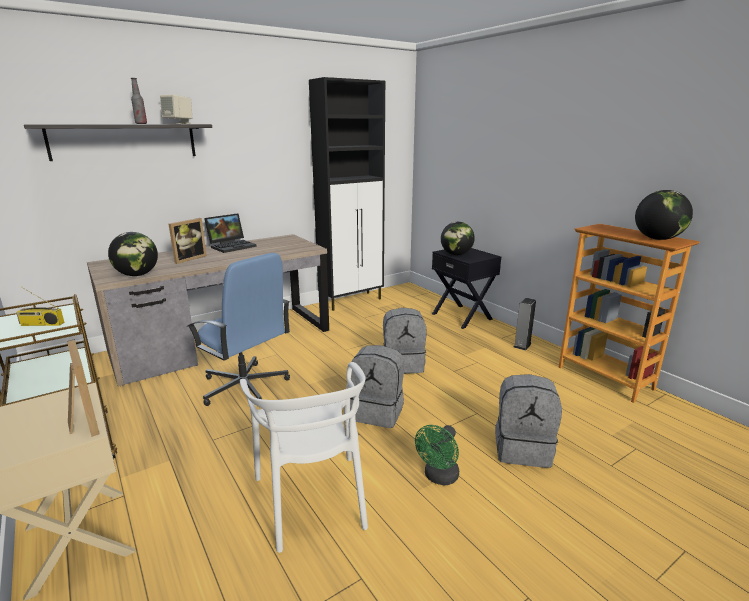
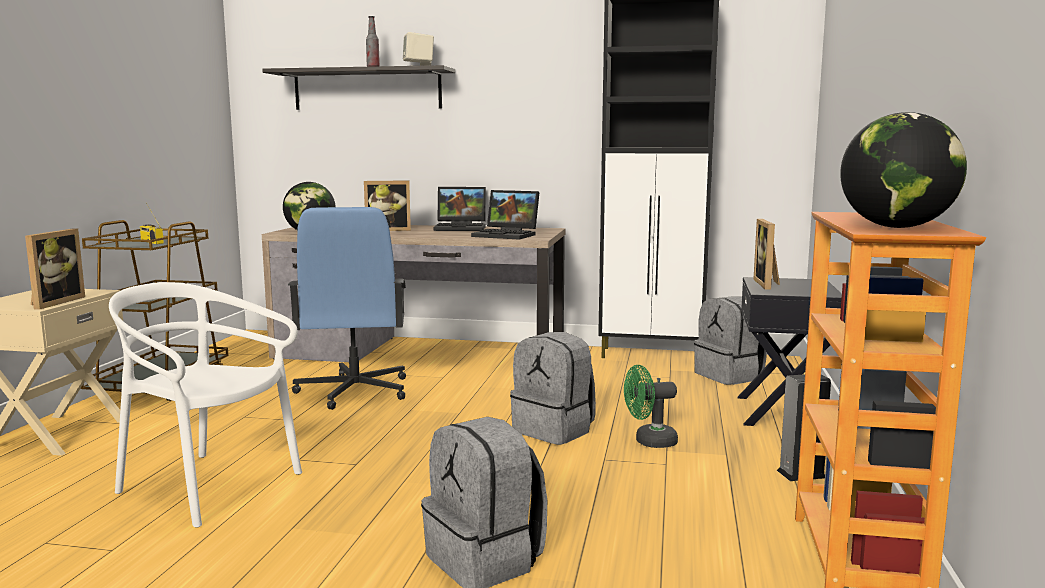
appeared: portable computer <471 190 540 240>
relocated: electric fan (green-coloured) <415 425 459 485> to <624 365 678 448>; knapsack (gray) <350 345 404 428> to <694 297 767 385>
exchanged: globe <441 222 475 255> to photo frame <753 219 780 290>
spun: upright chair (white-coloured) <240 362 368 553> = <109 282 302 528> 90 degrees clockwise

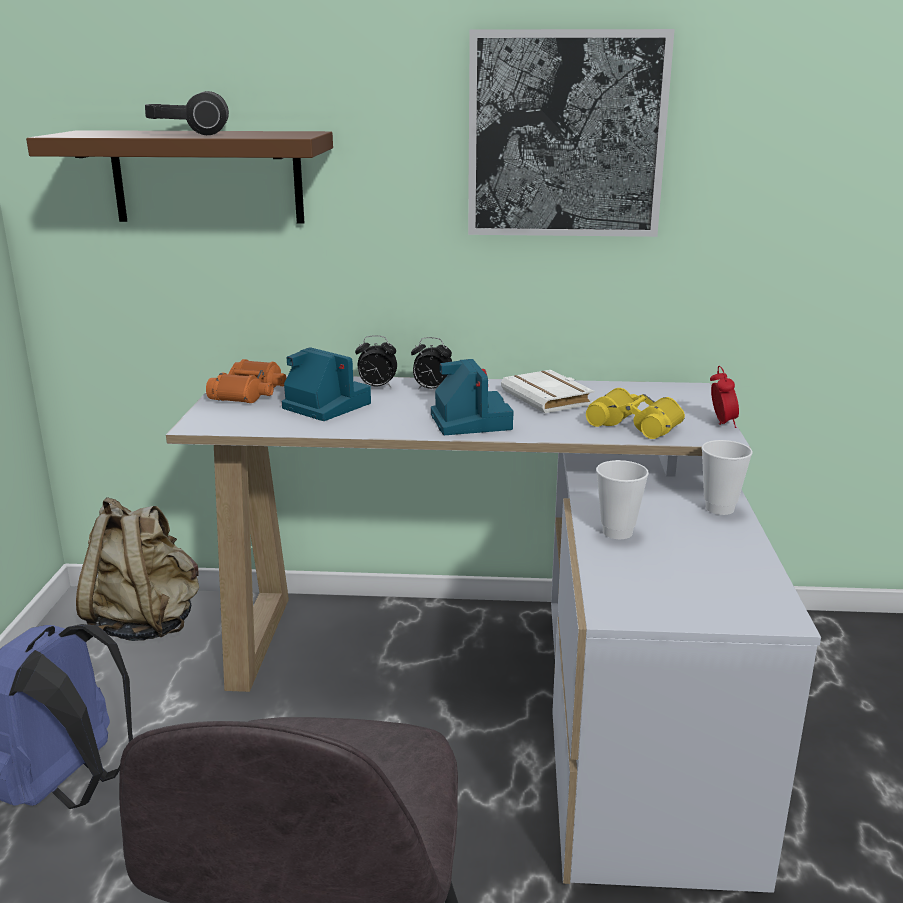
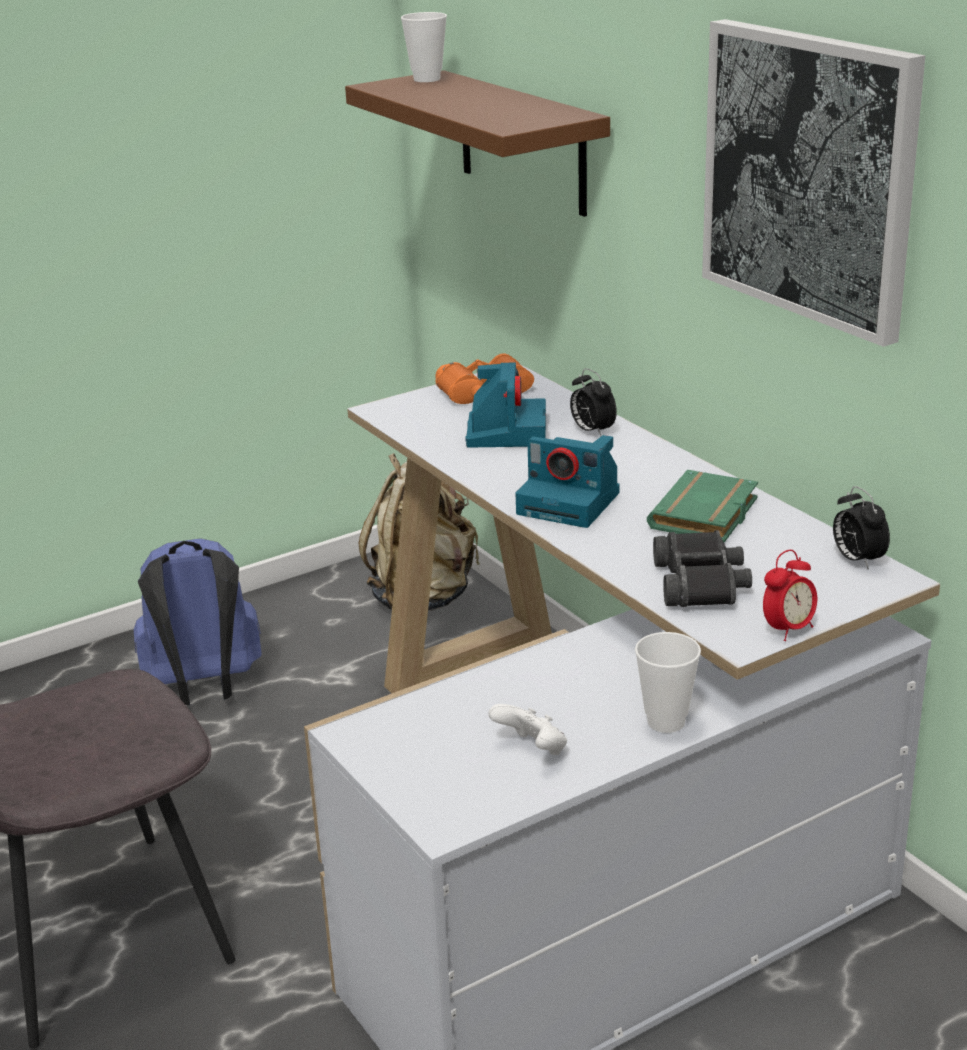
missing: pair of headphones <145 91 229 135>
appeared: game controller (white-coloured) <488 704 567 755>
relocated: small cup <596 460 649 539> to <401 12 447 82>; table clock <411 337 452 390> to <833 486 890 570>
colour: volume (white-coloured) <501 370 595 413> to volume (green-coloured) <647 470 758 543>; binoculars (yellow-coloured) <586 388 685 439> to binoculars (blackish) <653 530 752 607>
spun: still camera <431 359 514 435> = <515 435 620 528> 75 degrees clockwise

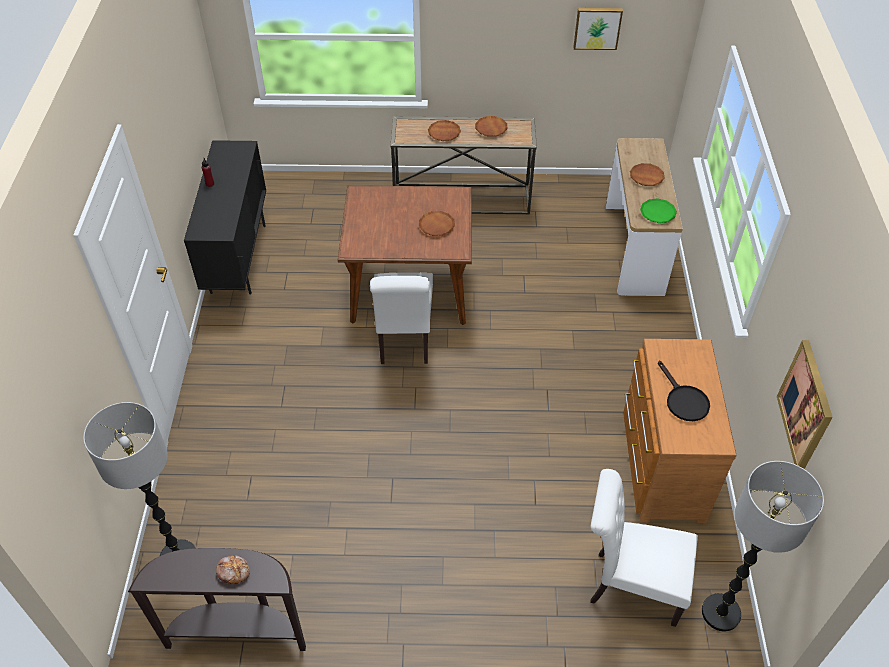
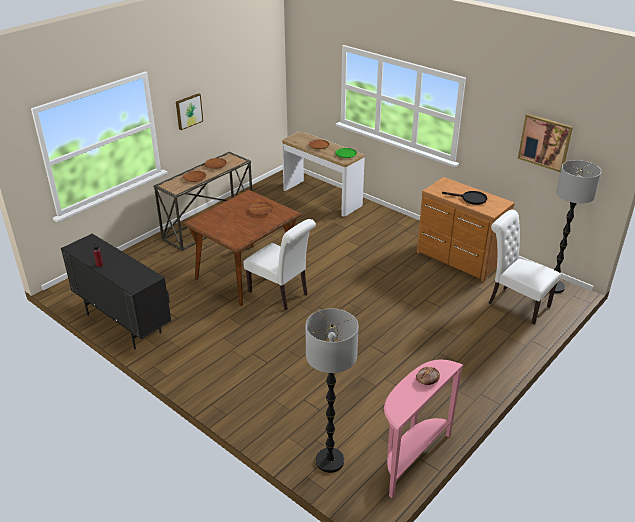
relocated: wall art <573 8 623 50> to <176 93 203 130>
colour: console table (brown) <128 548 306 651> to console table (pink-coloured) <384 360 464 498>
spun: upright chair (white-coloured) <590 469 698 627> = <489 210 560 325> 75 degrees clockwise

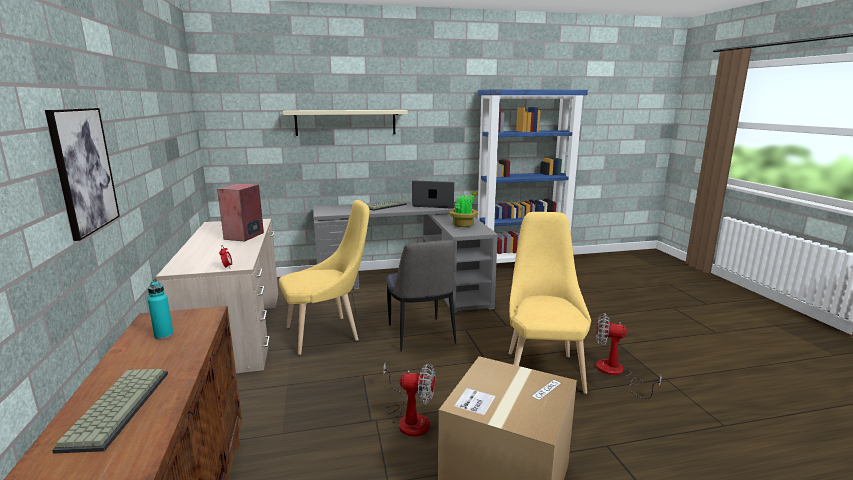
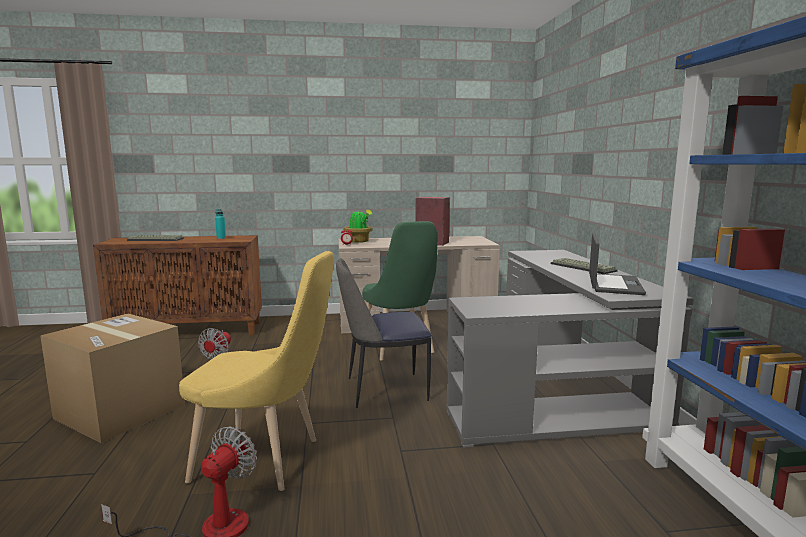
missing: wall art <45 108 120 241>; shelf (beige-coloured) <283 110 408 136>
relocated: potted plant <449 191 478 227> to <344 209 373 243>
colour: upright chair (yellow-coloured) <279 200 369 355> to upright chair (green-coloured) <362 221 437 361>

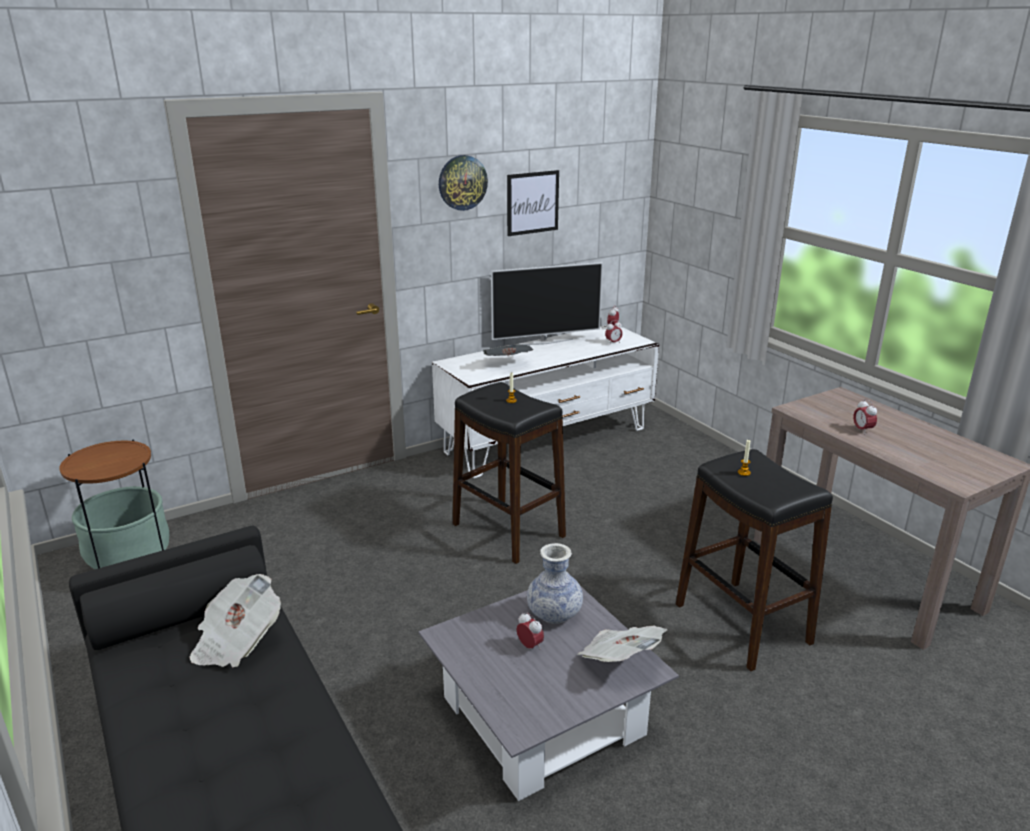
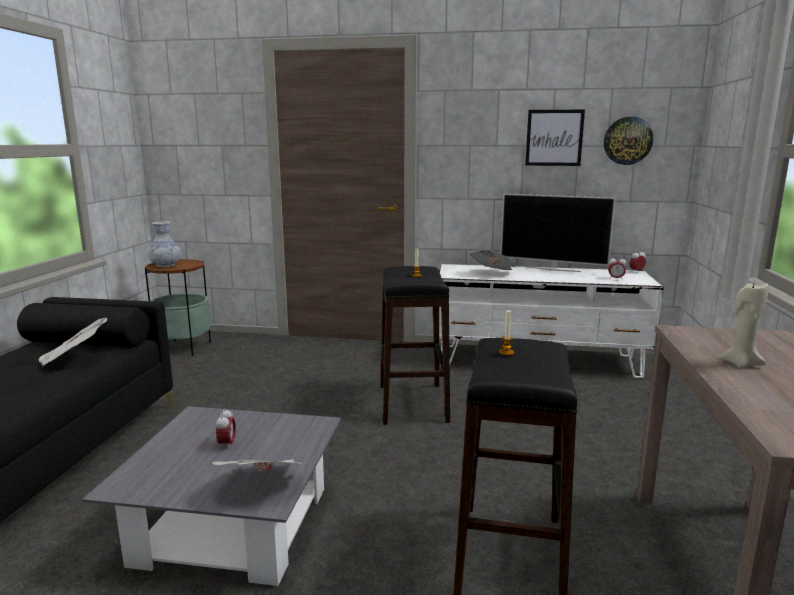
relocated: flower vase <527 543 583 624> to <147 222 182 267>; hanging clock <439 155 488 211> to <604 117 653 165>
exchanged: table clock <853 399 877 433> to candle (beige-coloured) <718 283 769 368>

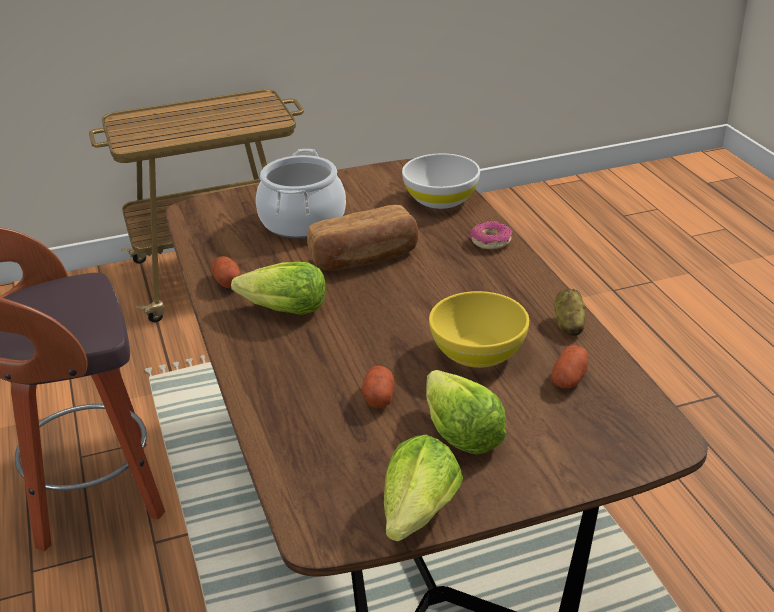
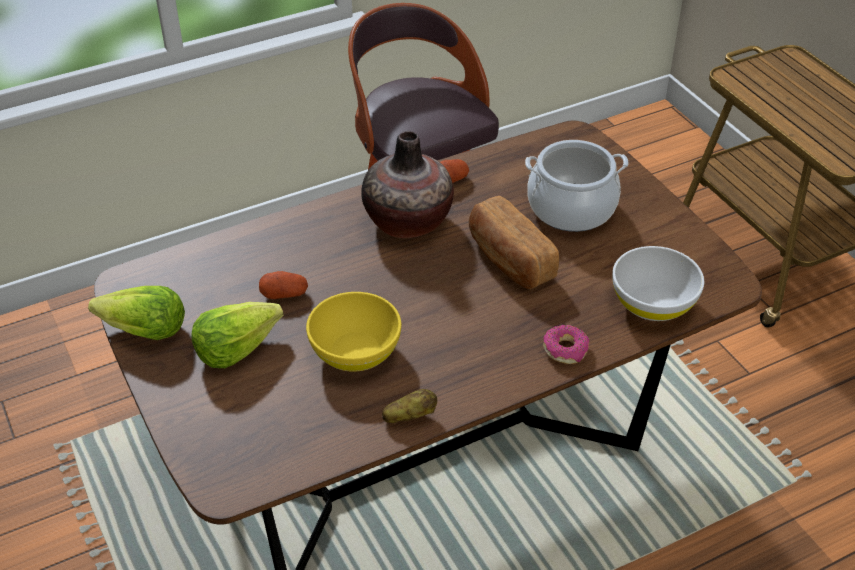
missing: potato <552 345 588 388>
exchanged: lettuce head <231 262 326 315> to flower vase <361 131 454 238>

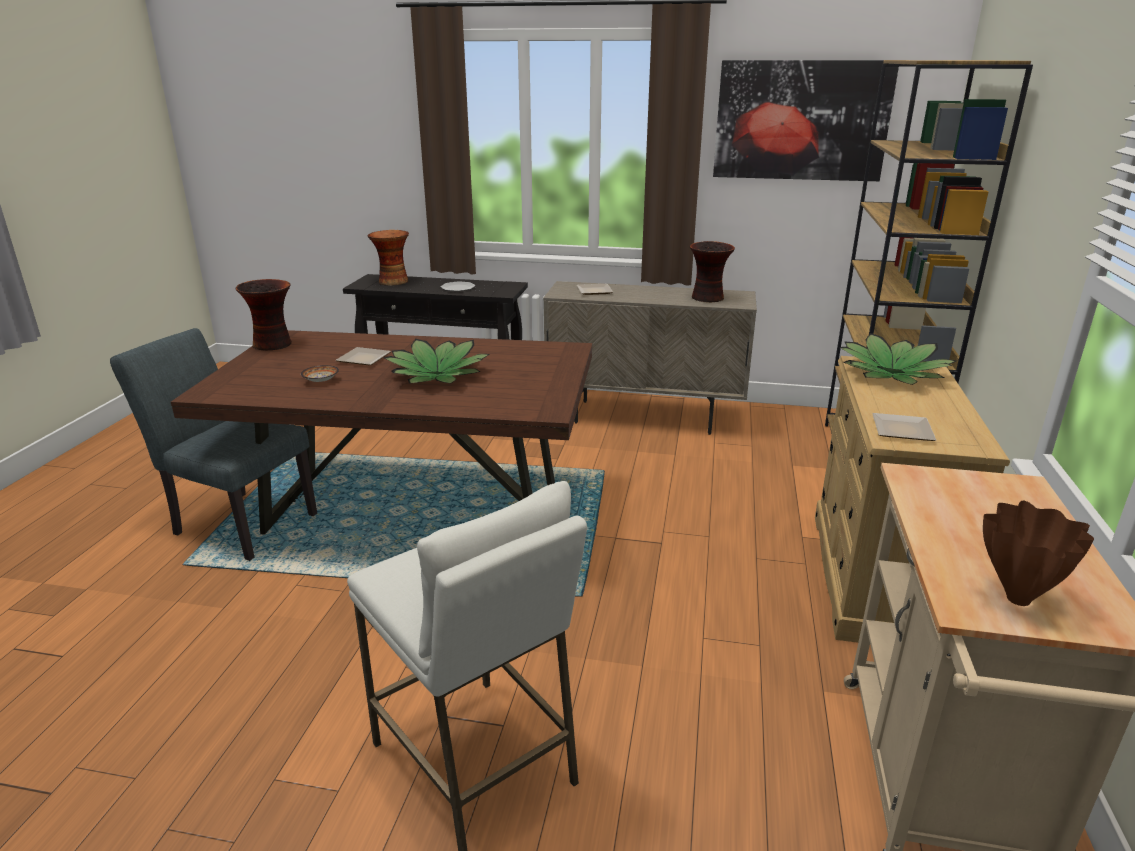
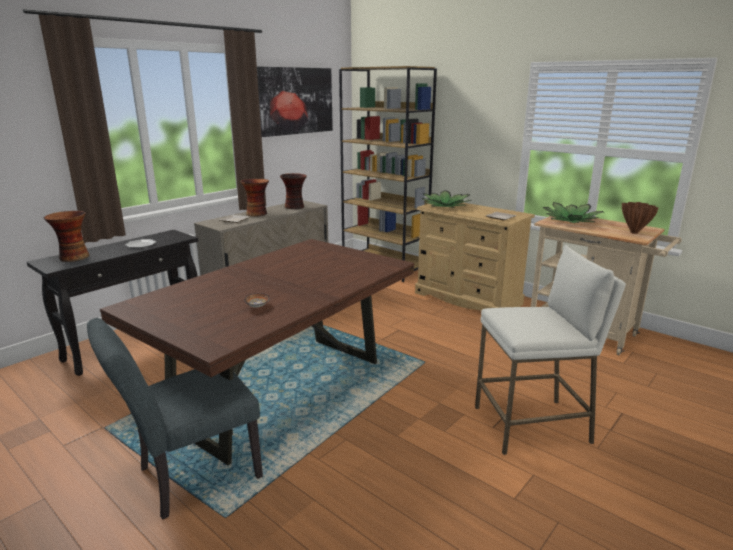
missing: plate <335 347 391 365>
relocated: flower vase <235 279 292 351> to <240 179 269 217>; potted plant <384 339 490 383> to <543 202 604 223>

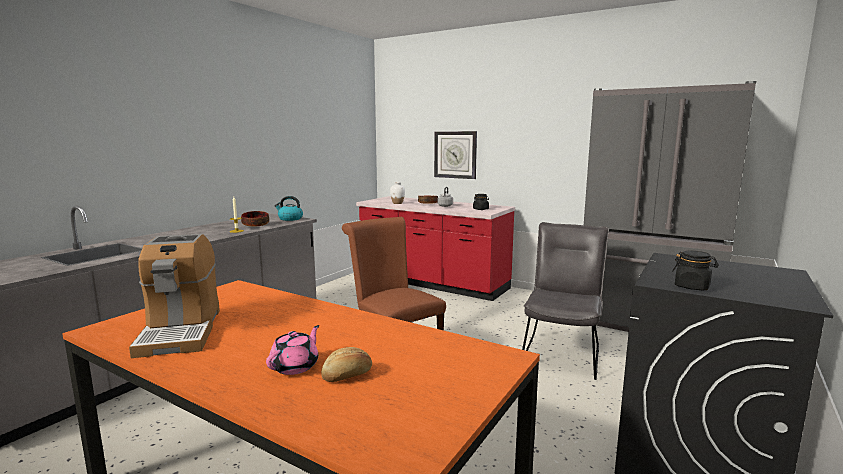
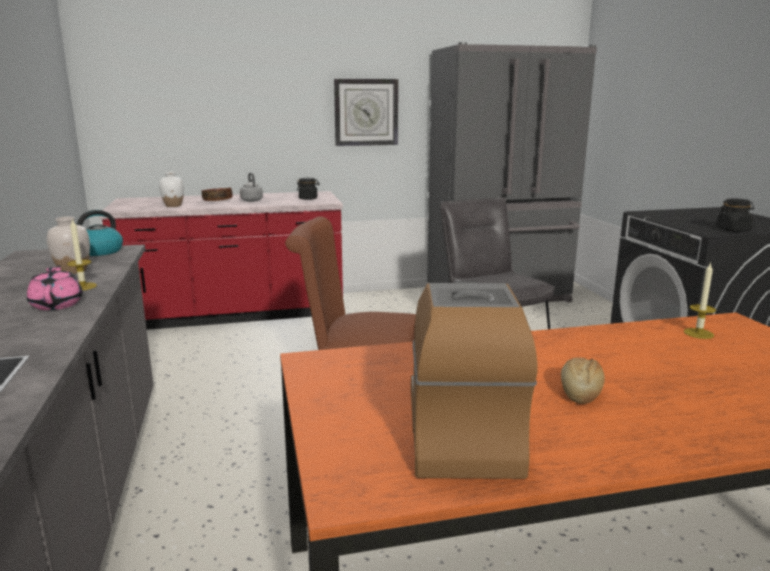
appeared: candle <684 262 716 339>
relocated: tea pot (pink-coloured) <266 325 319 375> to <27 265 83 310>; hanging clock <434 131 477 179> to <334 79 398 146>; bakery bread <321 347 372 382> to <561 358 605 404>
exchanged: bowl <241 211 269 227> to flower vase (white-coloured) <47 217 90 274>
spun: coffee machine <129 234 220 358> = <411 281 538 479> 120 degrees counterclockwise

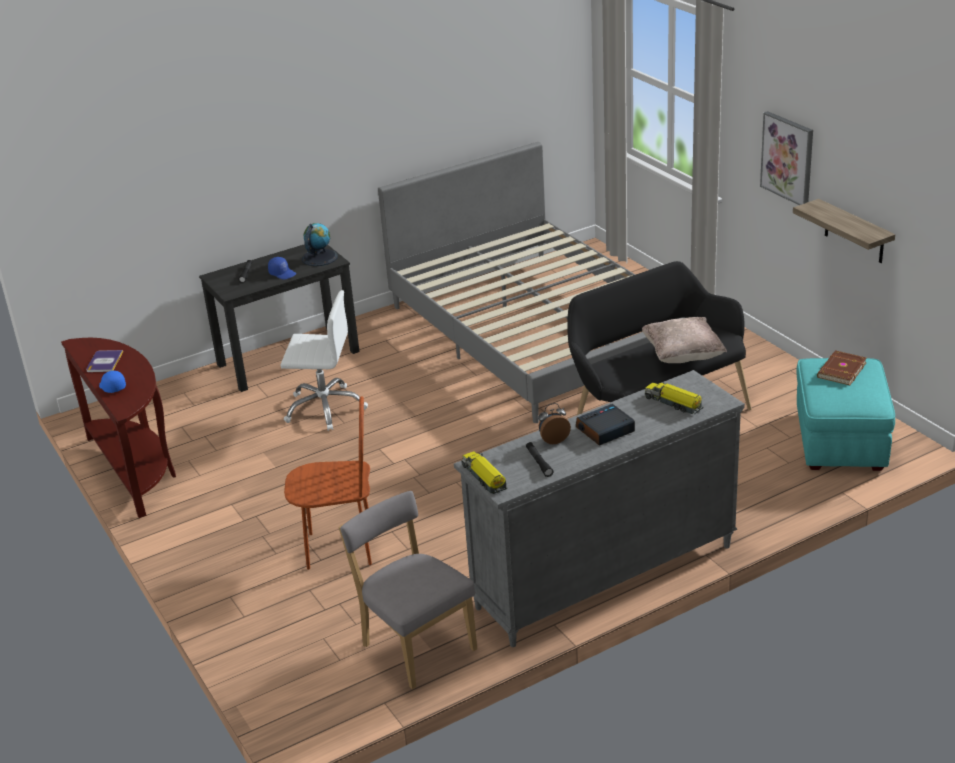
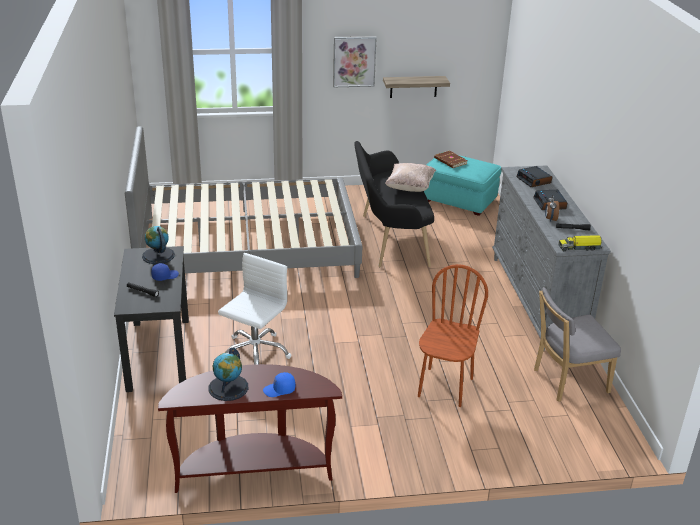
exchanged: volume <86 350 123 372> to globe <209 348 248 401>; toy lorry <645 382 703 414> to table clock <517 166 552 187>

